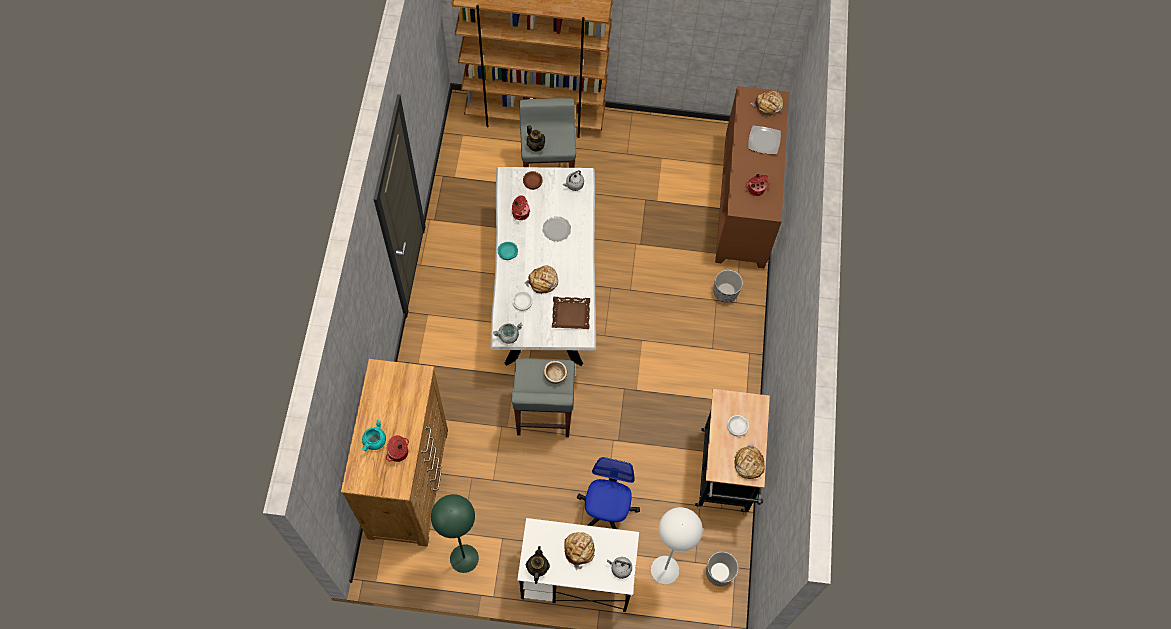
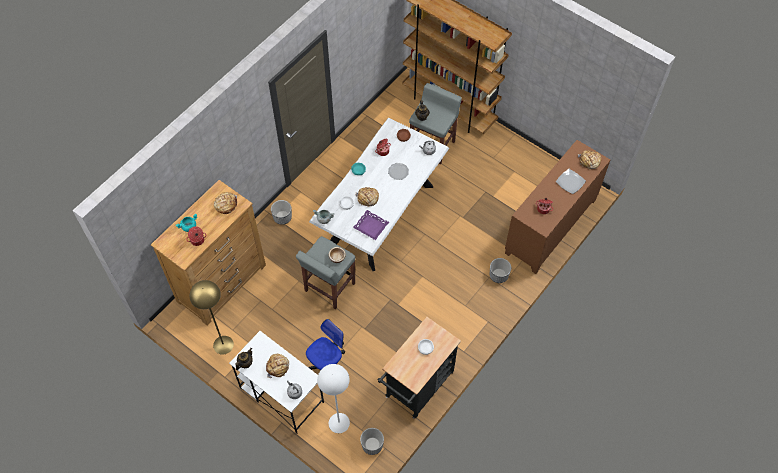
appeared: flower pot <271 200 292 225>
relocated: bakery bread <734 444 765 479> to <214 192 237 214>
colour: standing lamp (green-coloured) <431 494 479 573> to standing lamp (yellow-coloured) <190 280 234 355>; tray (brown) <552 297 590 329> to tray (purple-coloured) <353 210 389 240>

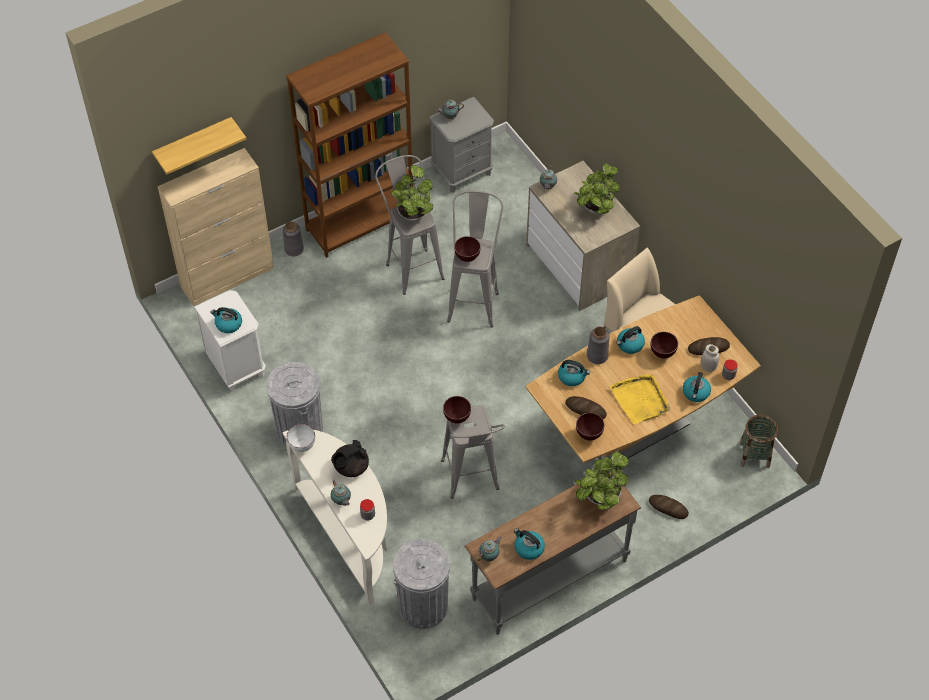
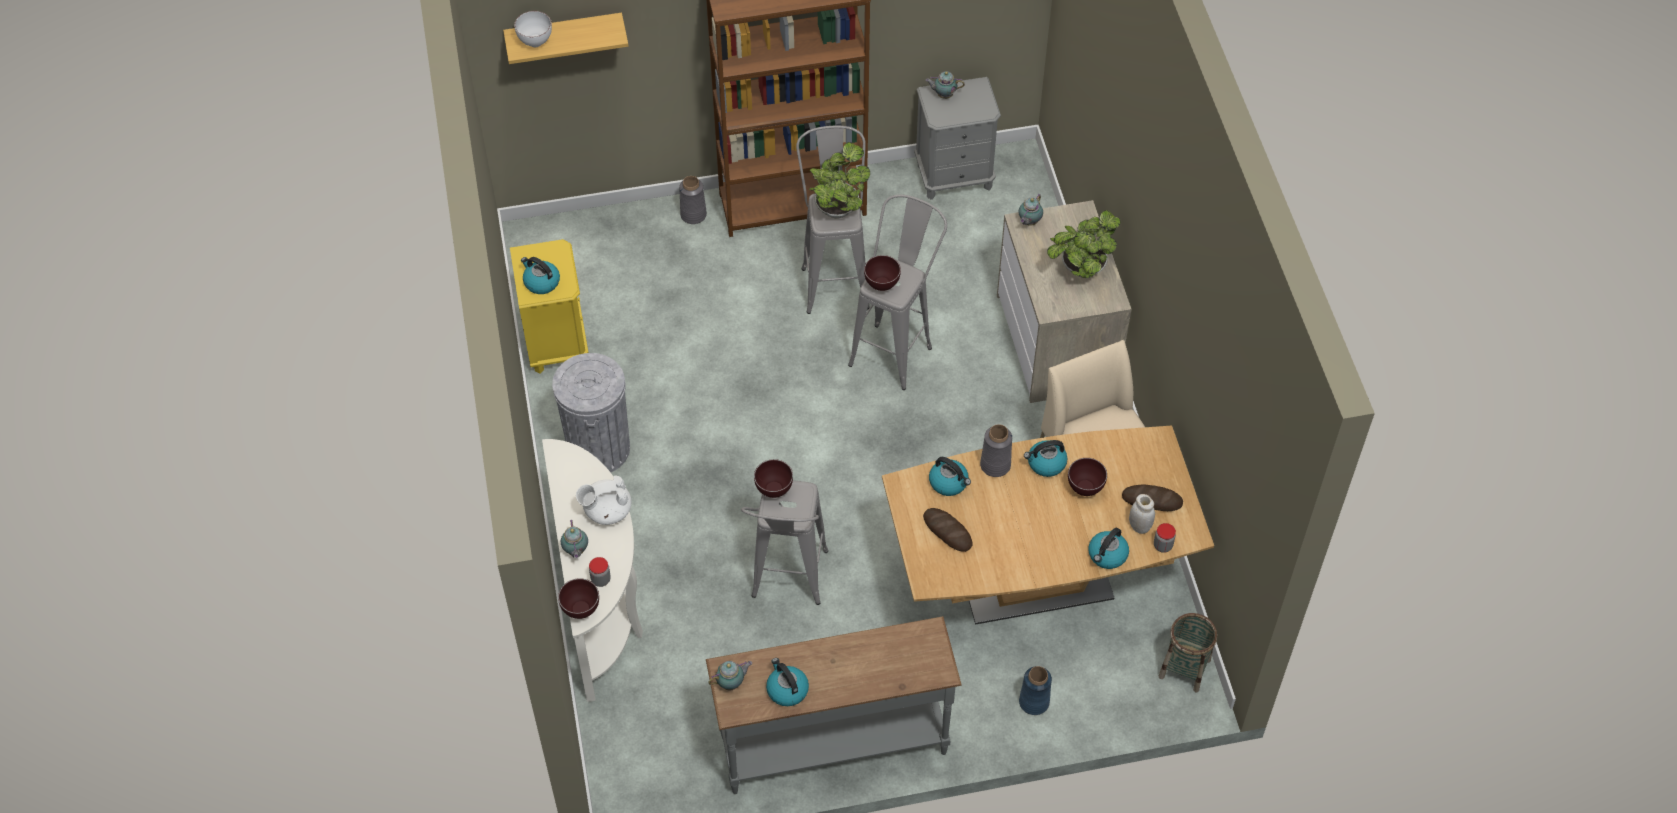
missing: storage cabinet (beige-coloured) <158 148 274 306>; trash can (gray) <393 539 450 629>; potted plant <575 451 629 510>; tray (yellow-coloured) <610 374 670 424>
relocated: bowl (white-coloured) <287 424 315 452> to <514 11 552 47>; bowl (brown) <576 413 605 441> to <558 578 599 619>
exchanged: bakery bread <649 495 689 519> to flower vase (bluish) <1019 666 1052 715>
colour: bedside table (white-coloured) <194 290 266 391> to bedside table (yellow-coloured) <510 239 589 374>; tea pot (blackish) <331 440 369 477> to tea pot (white-coloured) <576 476 631 525>

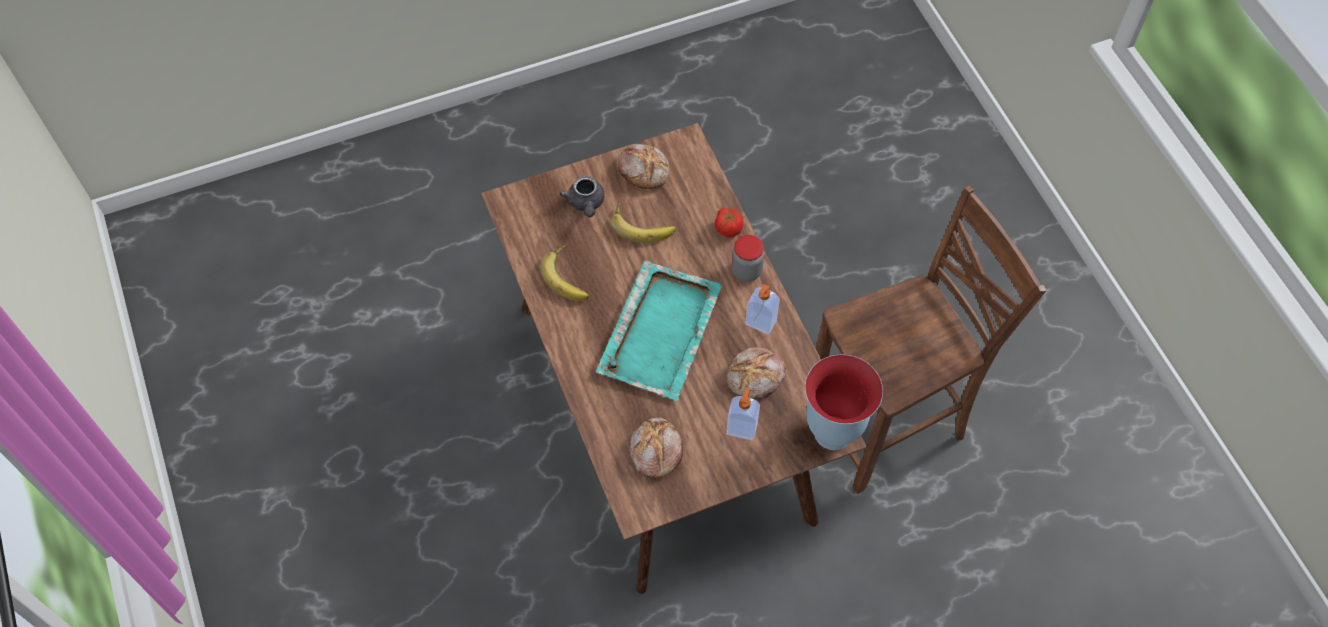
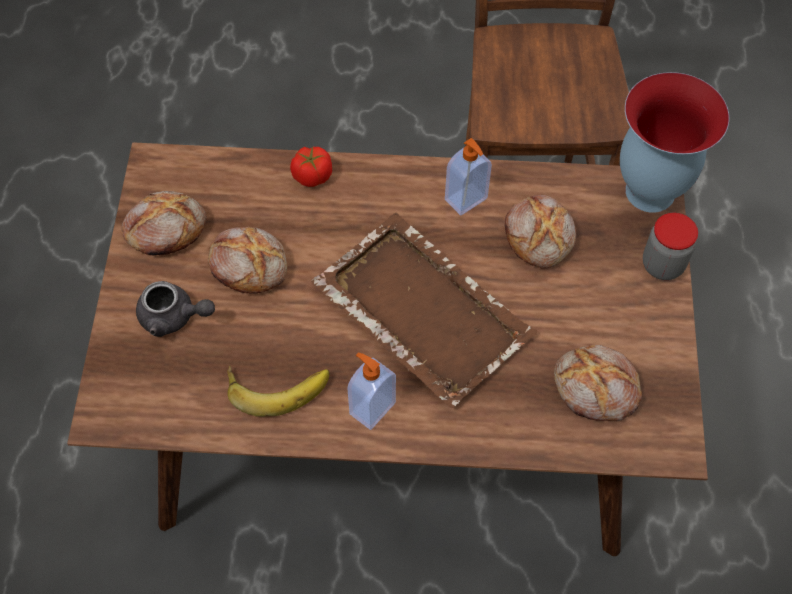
relocated: soap dispenser <726 388 760 440> to <347 353 396 430>; jar <732 235 764 282> to <643 213 698 280>
exchanged: banana <610 203 676 243> to bakery bread <208 227 287 294>
colour: tray (turquoise-coloured) <596 260 722 401> to tray (brown) <311 213 537 408>

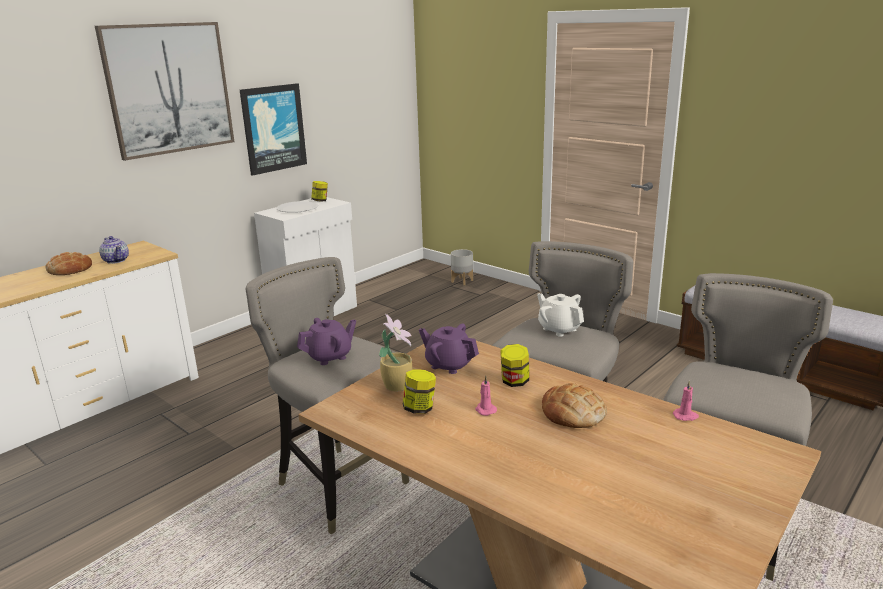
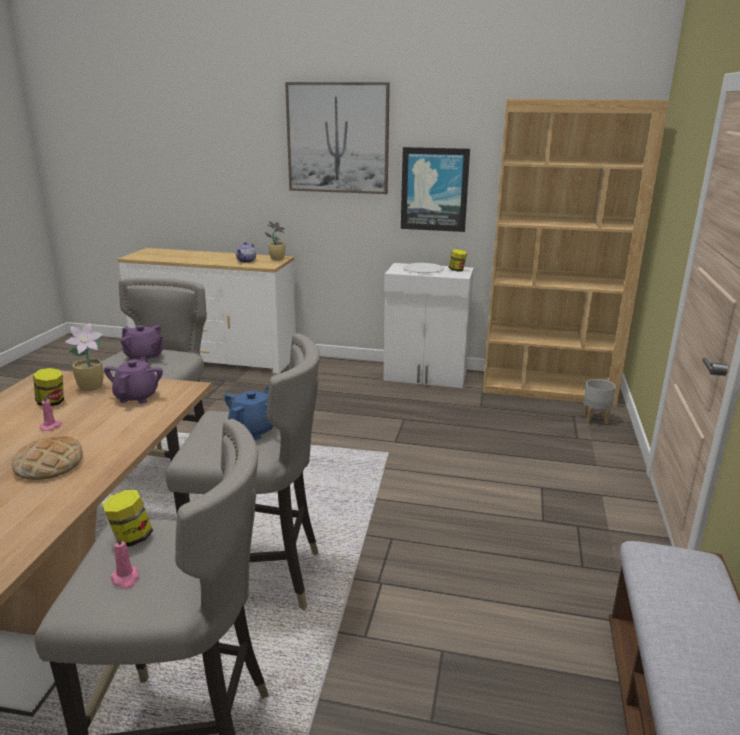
missing: bakery bread <46 252 92 275>
appeared: potted plant <265 221 286 260>; bookshelf (brown) <483 99 669 407>
relocated: jar <500 344 529 387> to <103 490 153 547>; candle (pink-coloured) <673 381 699 421> to <110 535 139 589>
colour: tea pot (white-coloured) <537 293 584 337> to tea pot (bluish) <224 386 273 440>

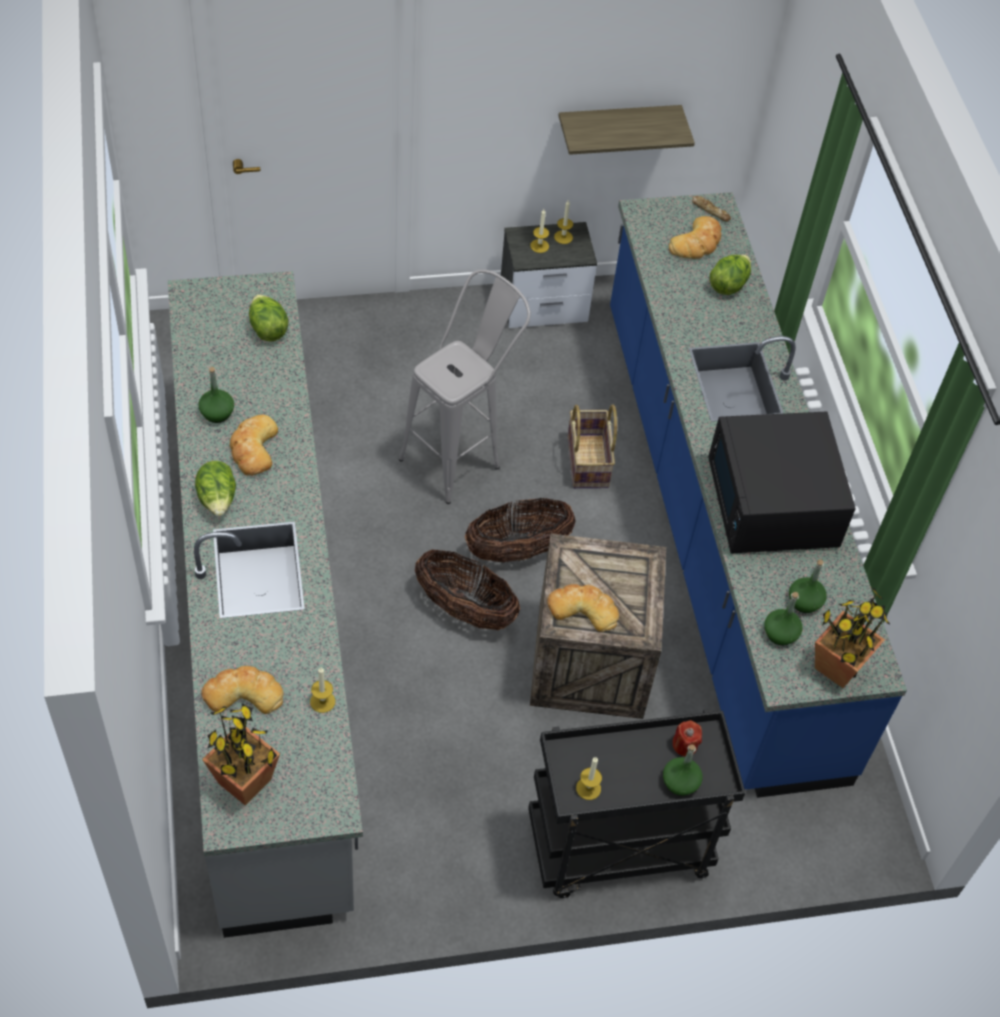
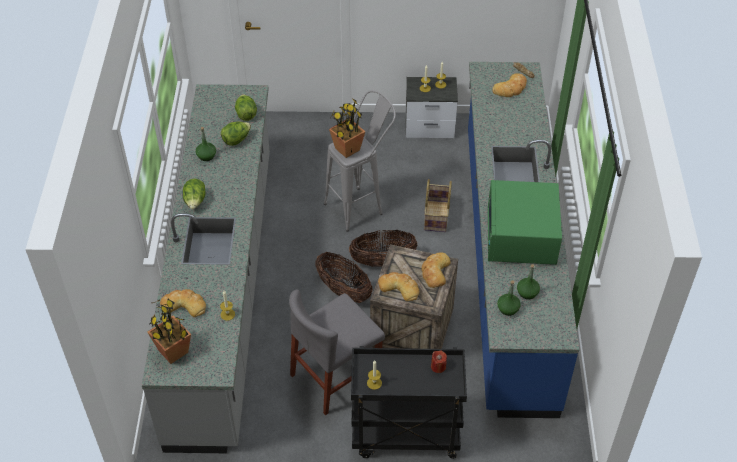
missing: shelf <559 105 695 155>; bottle (green-coloured) <663 745 702 796>
appeared: upright chair (gray) <289 289 385 415>
relocated: lettuce head <710 255 751 295> to <221 122 251 146>; potted plant <815 588 891 688> to <329 98 365 158>; bakery bread <230 415 278 476> to <421 252 450 288>
colour: microwave oven (blackish) <708 411 855 554> to microwave oven (green-coloured) <488 180 562 265>

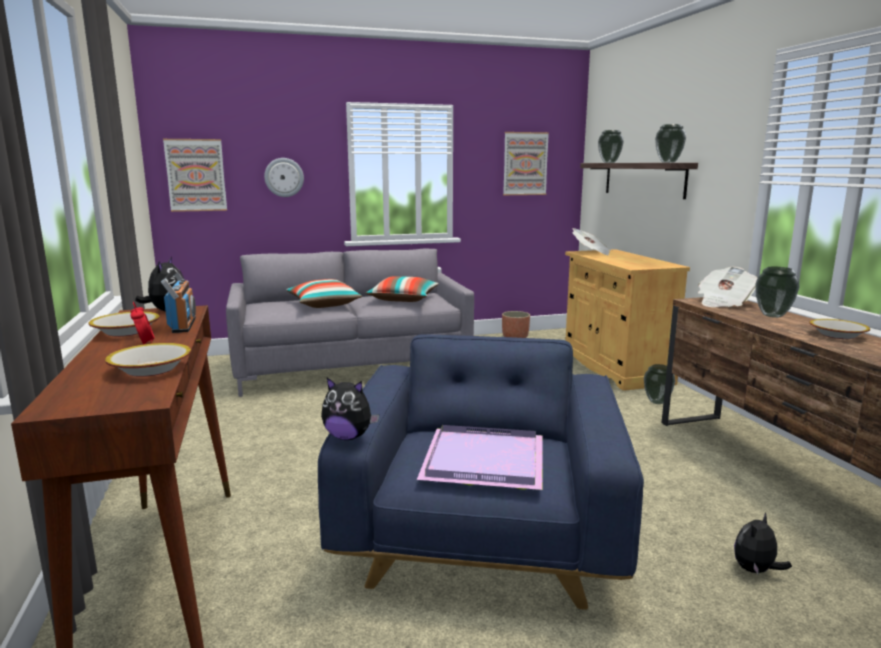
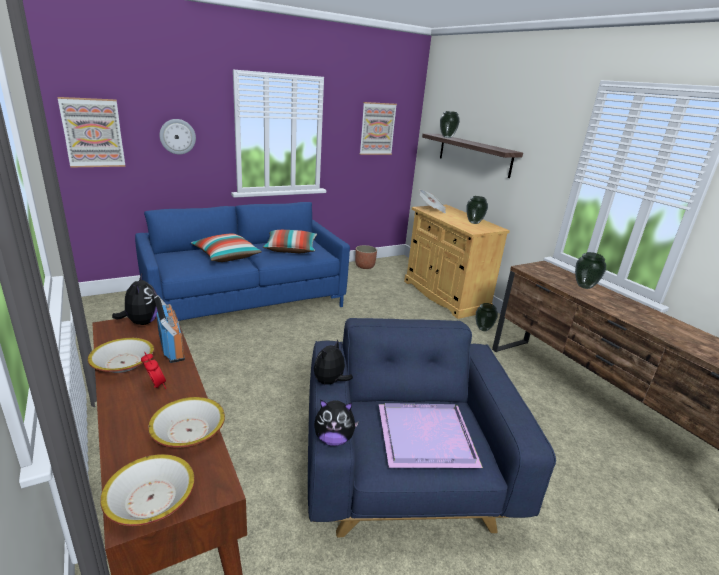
missing: printed paper <698 267 757 307>
relocated: bowl <809 319 870 339> to <101 454 195 526>; cuddly toy <734 512 792 574> to <314 340 353 385>; flower vase <655 124 686 163> to <466 196 488 224>
colour: settee (gray) <226 249 474 397> to settee (bluish) <135 202 350 321>

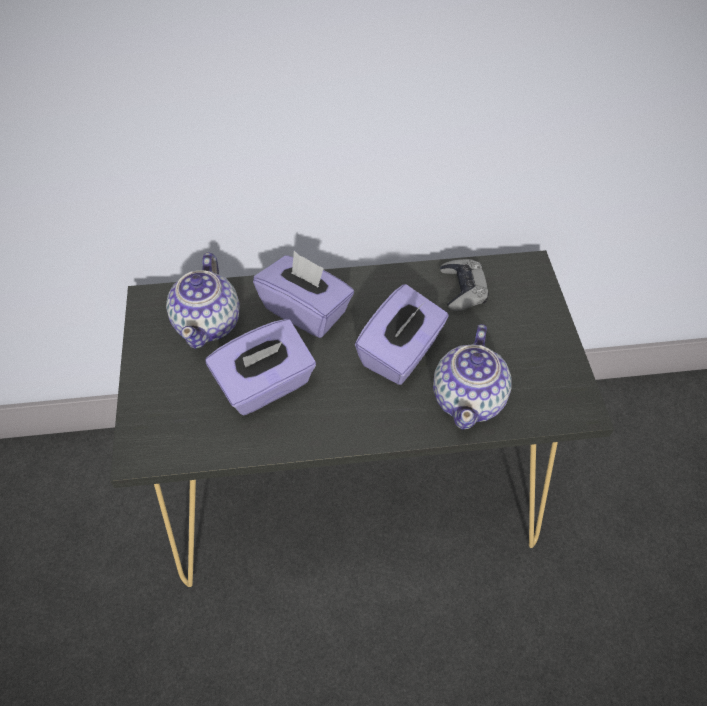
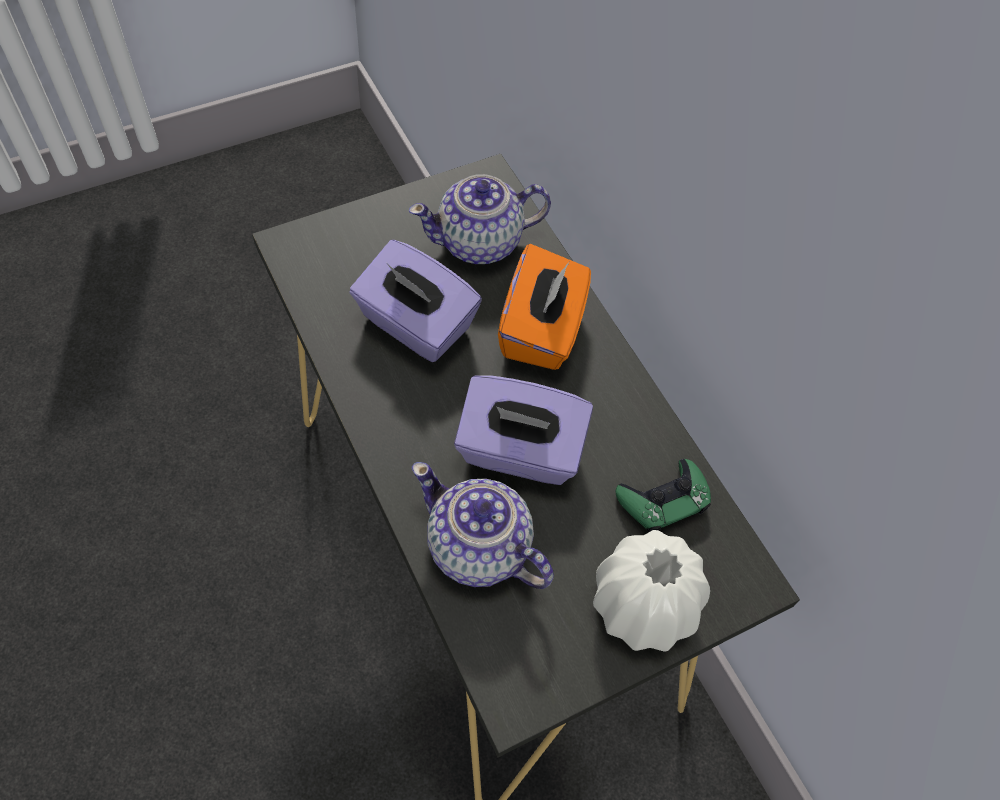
appeared: flower vase (white-coloured) <593 530 710 652>
colour: tissue holder (purple-coloured) <253 251 354 338> to tissue holder (orange-coloured) <498 244 591 370>; game controller (gray) <440 259 489 311> to game controller (green-coloured) <615 459 711 533>
spun: tea pot <433 324 511 429> = <412 462 554 589> 45 degrees clockwise

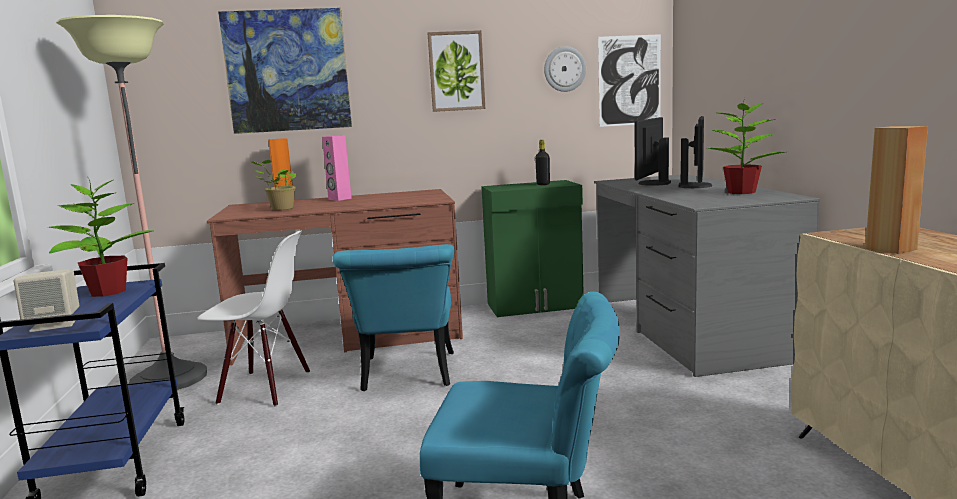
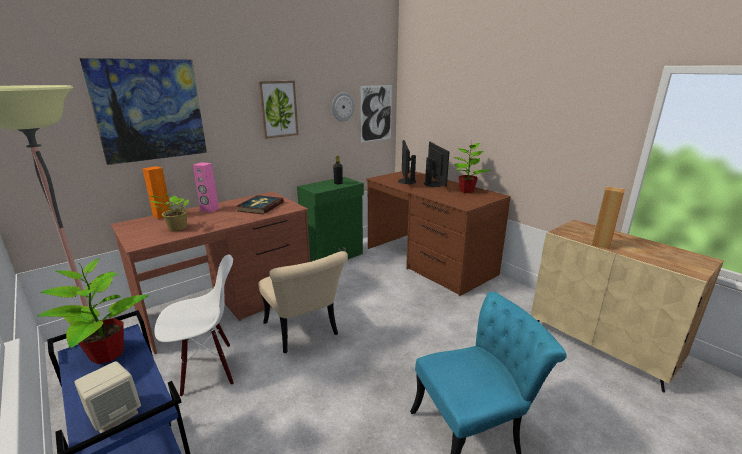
appeared: volume <236 195 284 215>
colour: upright chair (turquoise-coloured) <332 244 455 391> to upright chair (beige-coloured) <258 251 348 353>; desk unit (gray) <594 175 820 377> to desk unit (brown) <366 170 511 296>

